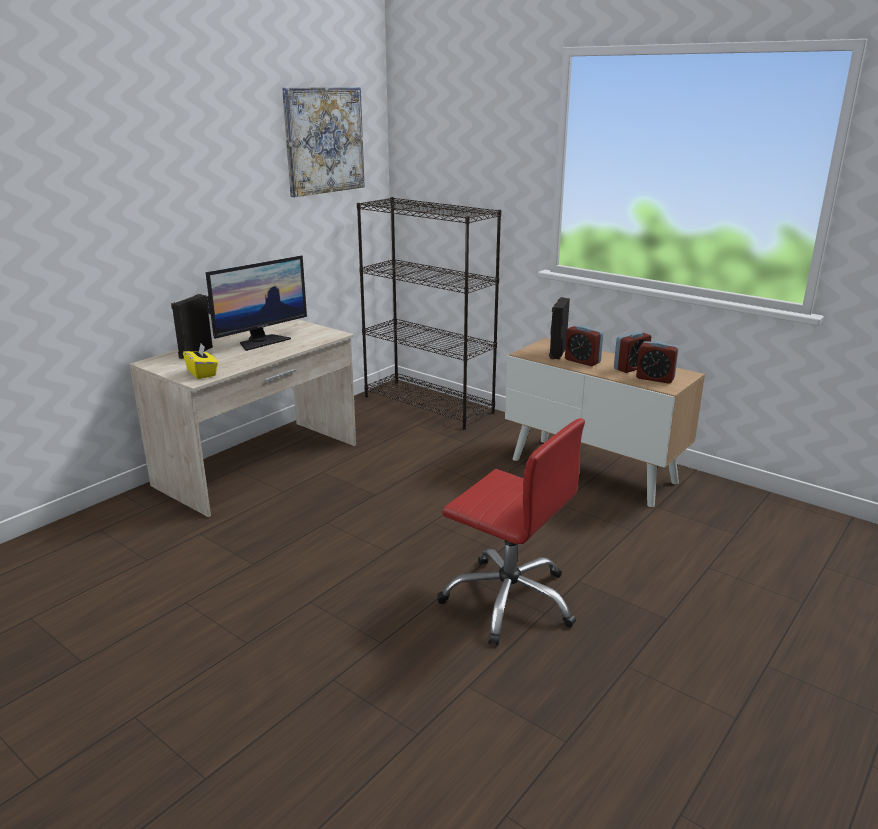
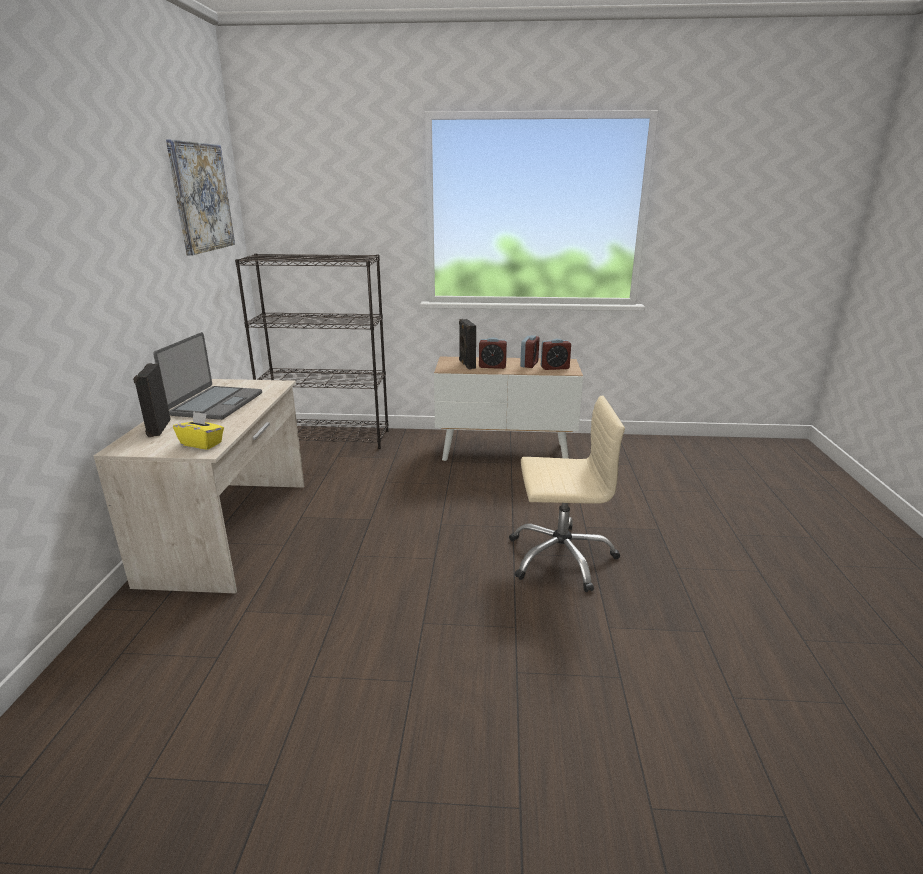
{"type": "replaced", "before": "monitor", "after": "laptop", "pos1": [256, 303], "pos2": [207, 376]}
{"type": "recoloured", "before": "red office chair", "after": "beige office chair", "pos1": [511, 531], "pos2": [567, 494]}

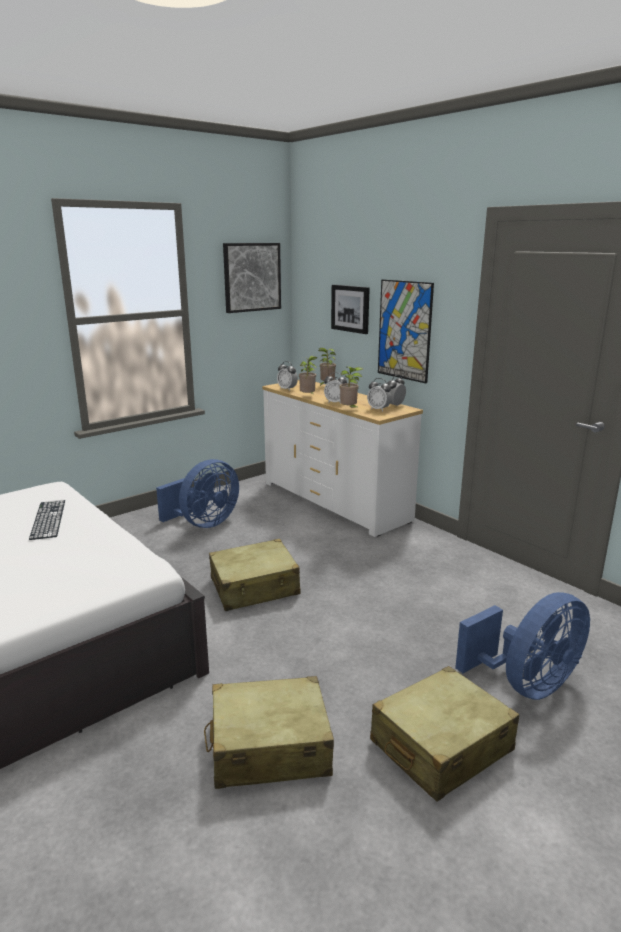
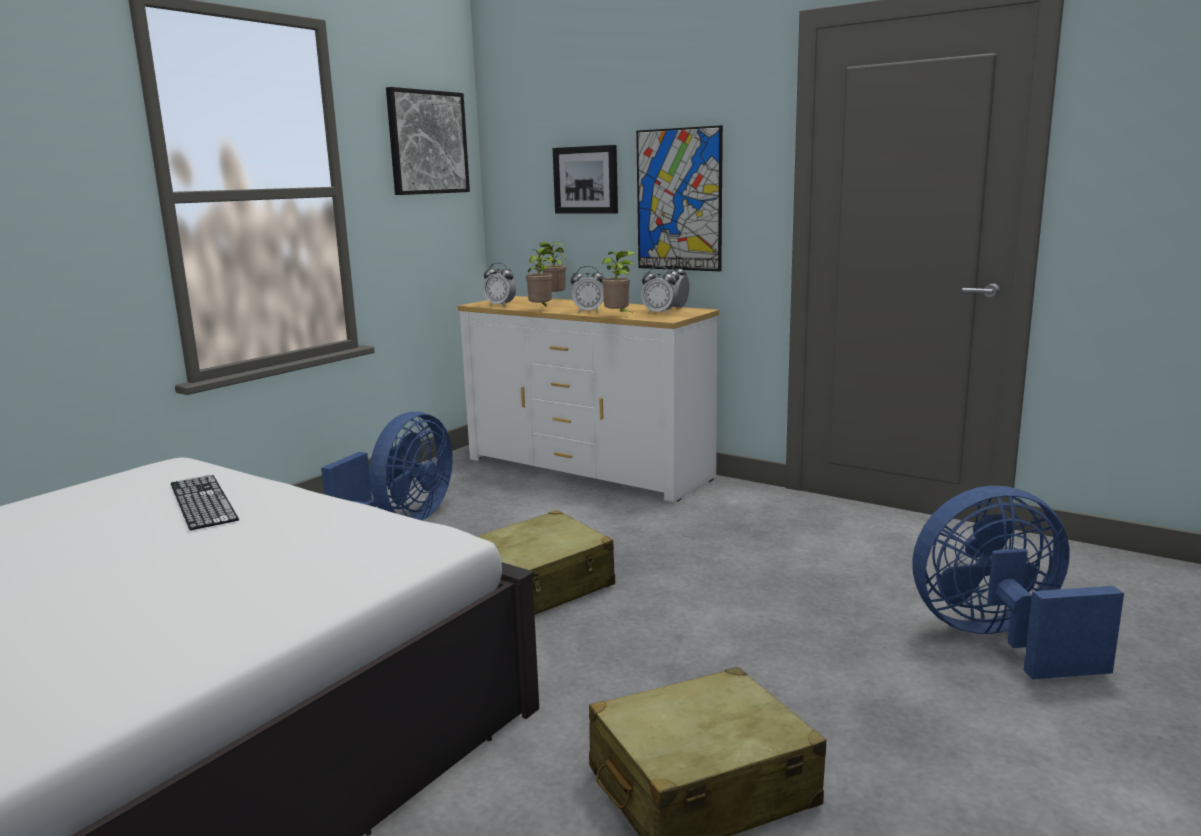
{"type": "removed", "before": "beige suitcase", "pos1": [444, 733]}
{"type": "turned", "before": "blue fan", "pos1": [522, 646], "pos2": [1018, 582], "turn": -135}

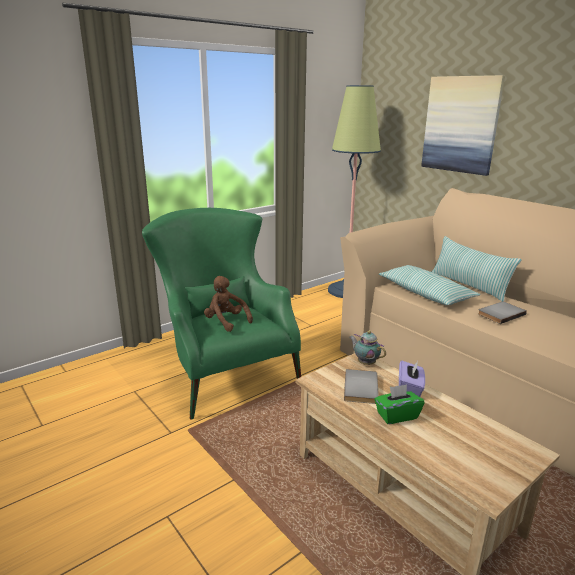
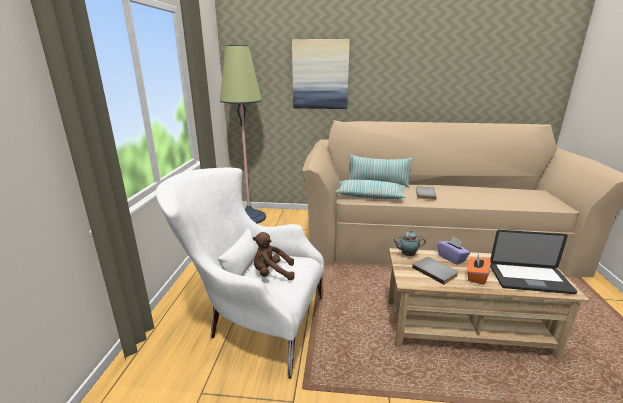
{"type": "recoloured", "before": "green armchair", "after": "white armchair", "pos1": [221, 314], "pos2": [240, 273]}
{"type": "recoloured", "before": "green tissue box", "after": "orange tissue box", "pos1": [399, 404], "pos2": [479, 269]}
{"type": "added", "after": "laptop", "pos2": [533, 262]}

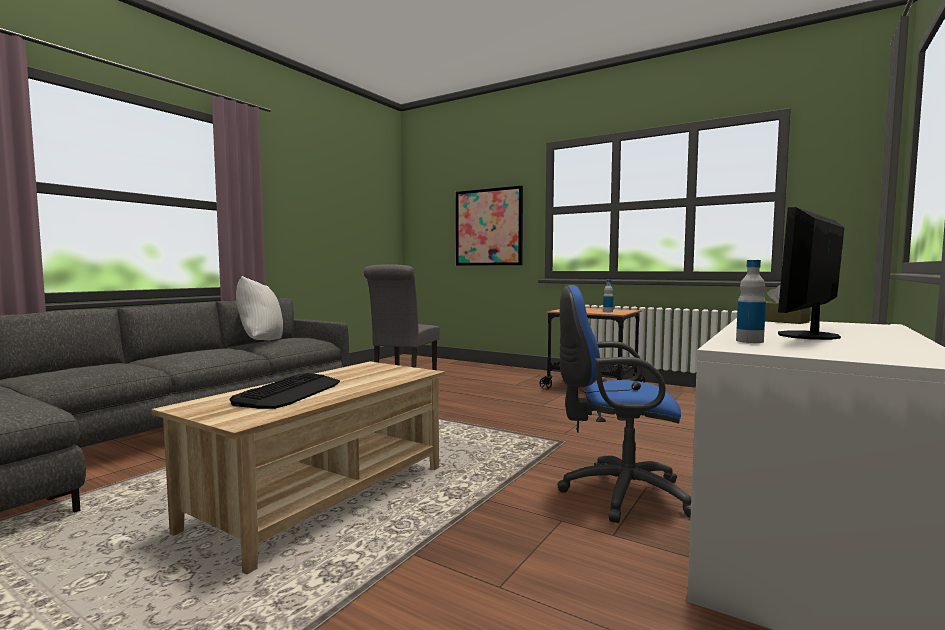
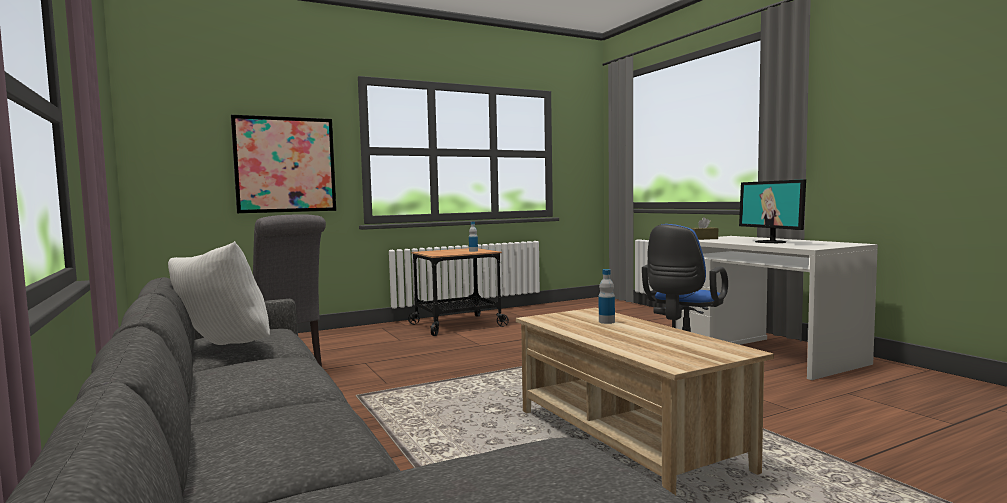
{"type": "removed", "before": "keyboard", "pos1": [285, 391]}
{"type": "moved", "before": "bottle", "pos1": [751, 301], "pos2": [607, 296]}

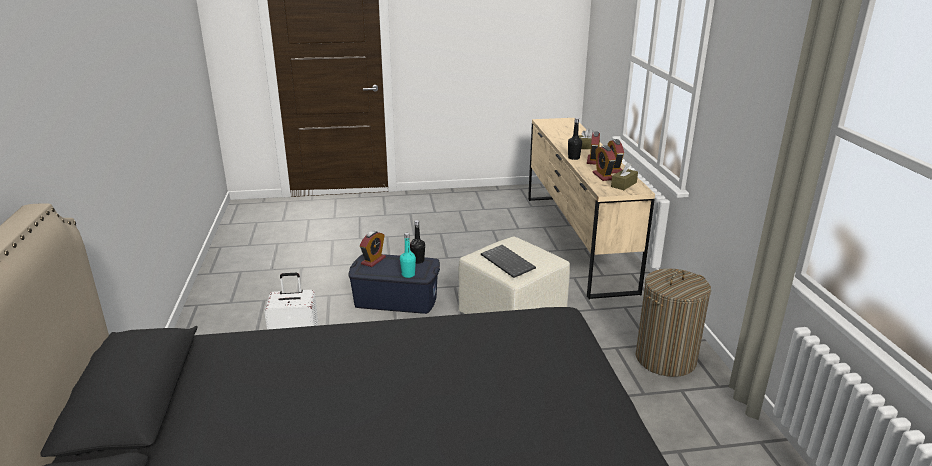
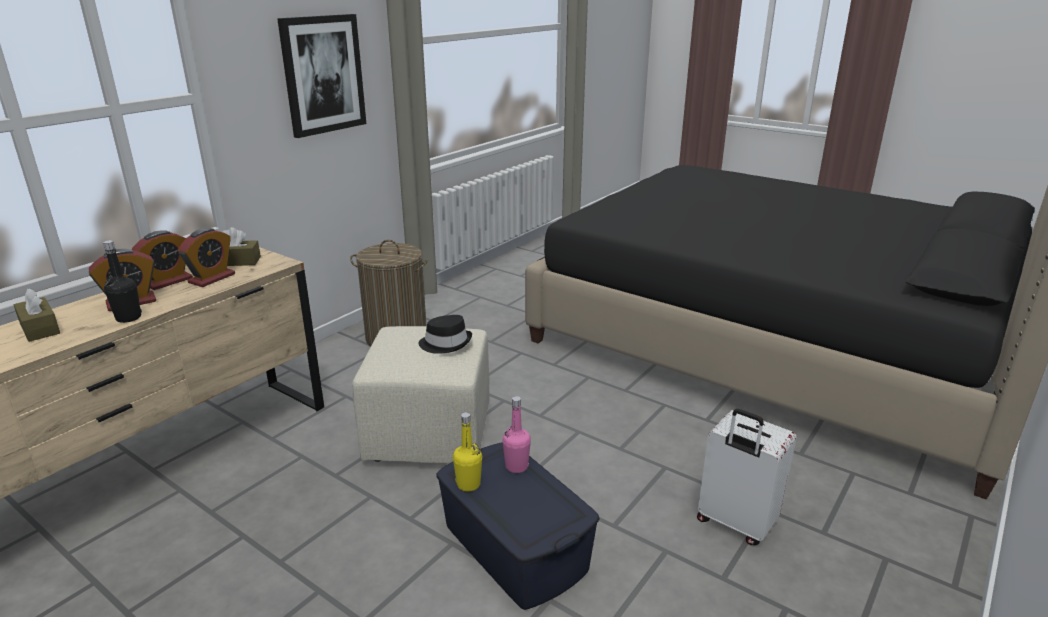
{"type": "removed", "before": "alarm clock", "pos1": [373, 249]}
{"type": "recoloured", "before": "turquoise bottle", "after": "pink bottle", "pos1": [408, 255], "pos2": [516, 434]}
{"type": "recoloured", "before": "black bottle", "after": "yellow bottle", "pos1": [417, 242], "pos2": [467, 451]}
{"type": "replaced", "before": "keyboard", "after": "black hat", "pos1": [508, 261], "pos2": [445, 334]}
{"type": "added", "after": "picture", "pos2": [321, 76]}

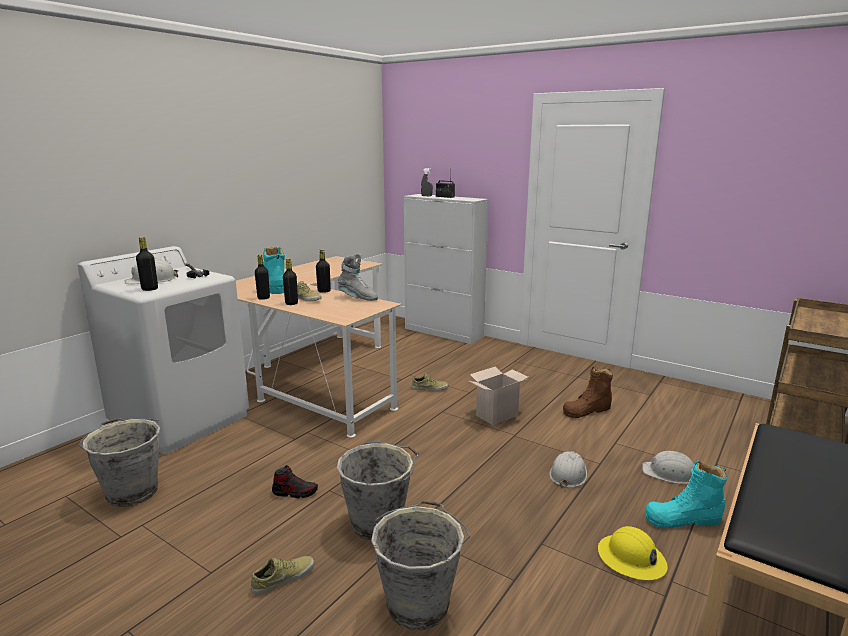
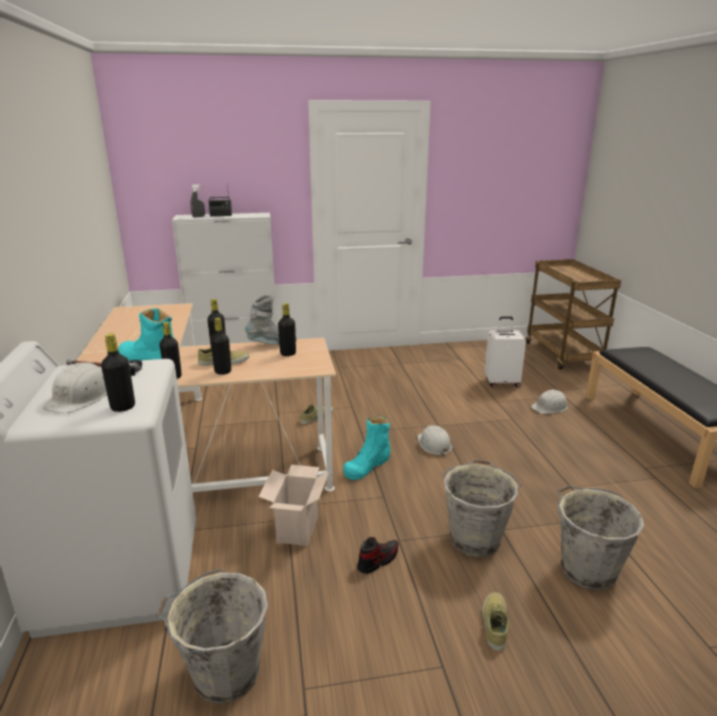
{"type": "moved", "before": "cardboard box", "pos1": [498, 395], "pos2": [293, 505]}
{"type": "moved", "before": "white hard hat", "pos1": [568, 469], "pos2": [435, 440]}
{"type": "removed", "before": "brown boot", "pos1": [588, 392]}
{"type": "removed", "before": "yellow hard hat", "pos1": [633, 553]}
{"type": "moved", "before": "turquoise boot", "pos1": [686, 494], "pos2": [366, 448]}
{"type": "added", "after": "black bottle", "pos2": [287, 329]}
{"type": "added", "after": "white suitcase", "pos2": [505, 352]}

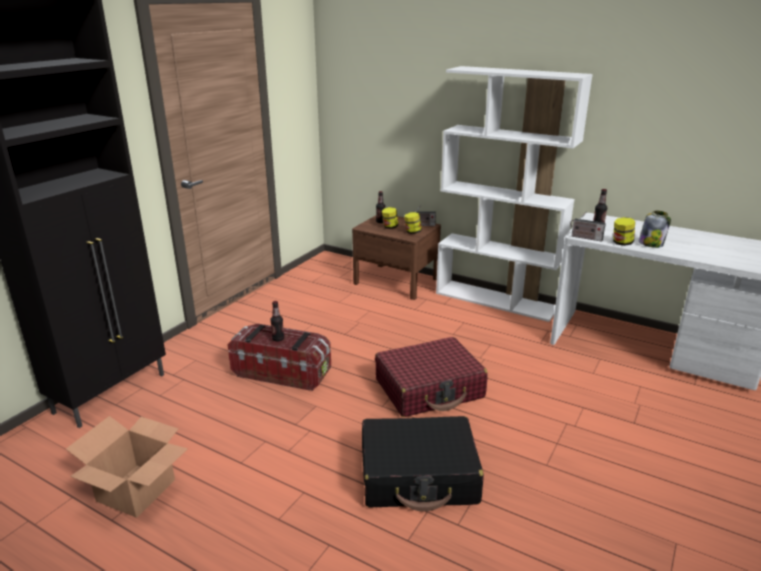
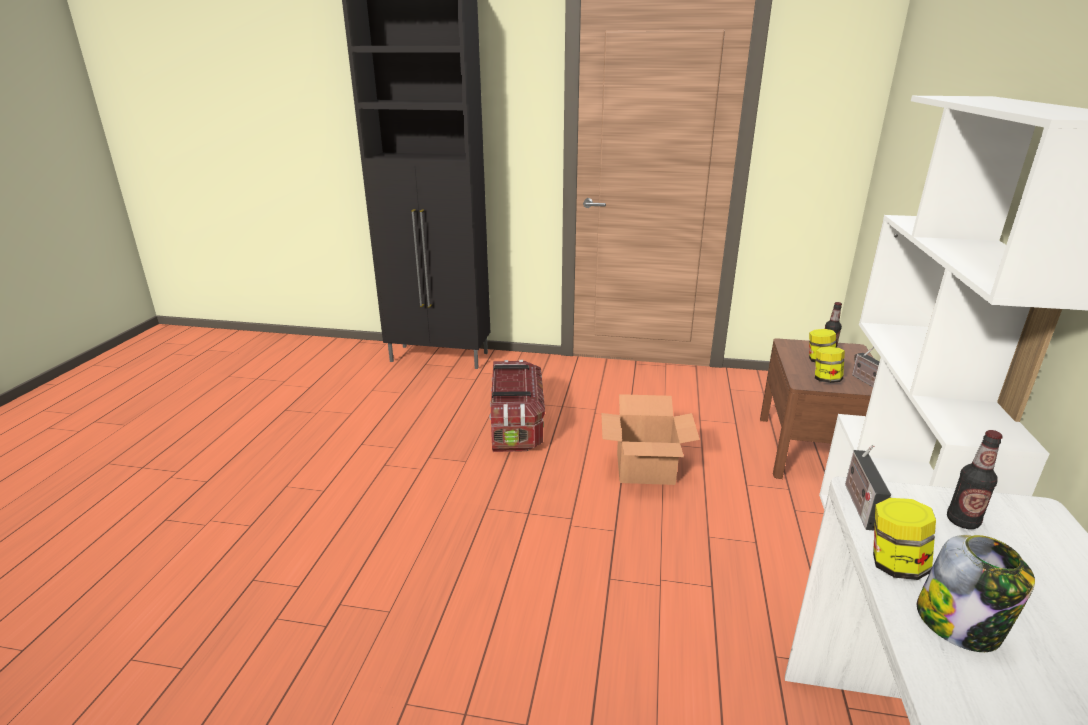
{"type": "moved", "before": "cardboard box", "pos1": [127, 467], "pos2": [650, 439]}
{"type": "removed", "before": "bottle", "pos1": [277, 321]}
{"type": "removed", "before": "black suitcase", "pos1": [423, 463]}
{"type": "removed", "before": "red suitcase", "pos1": [431, 377]}

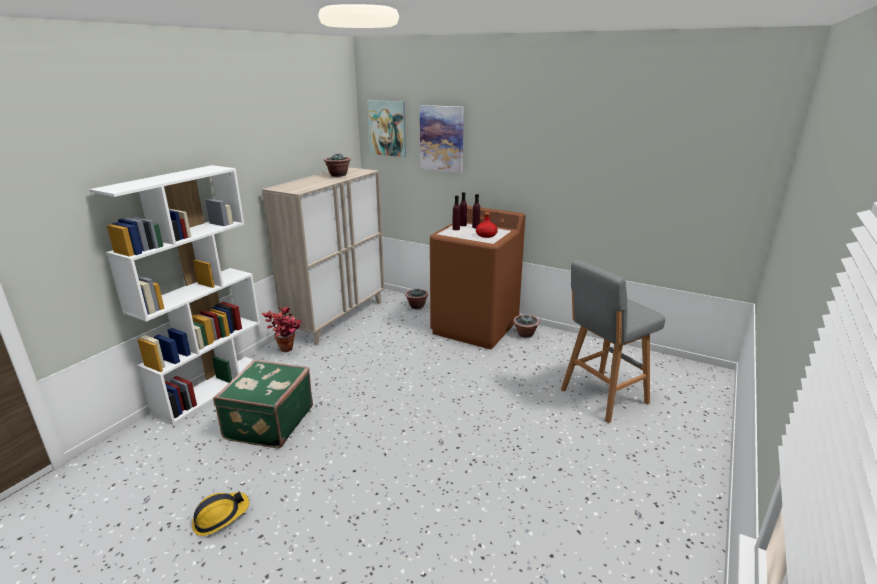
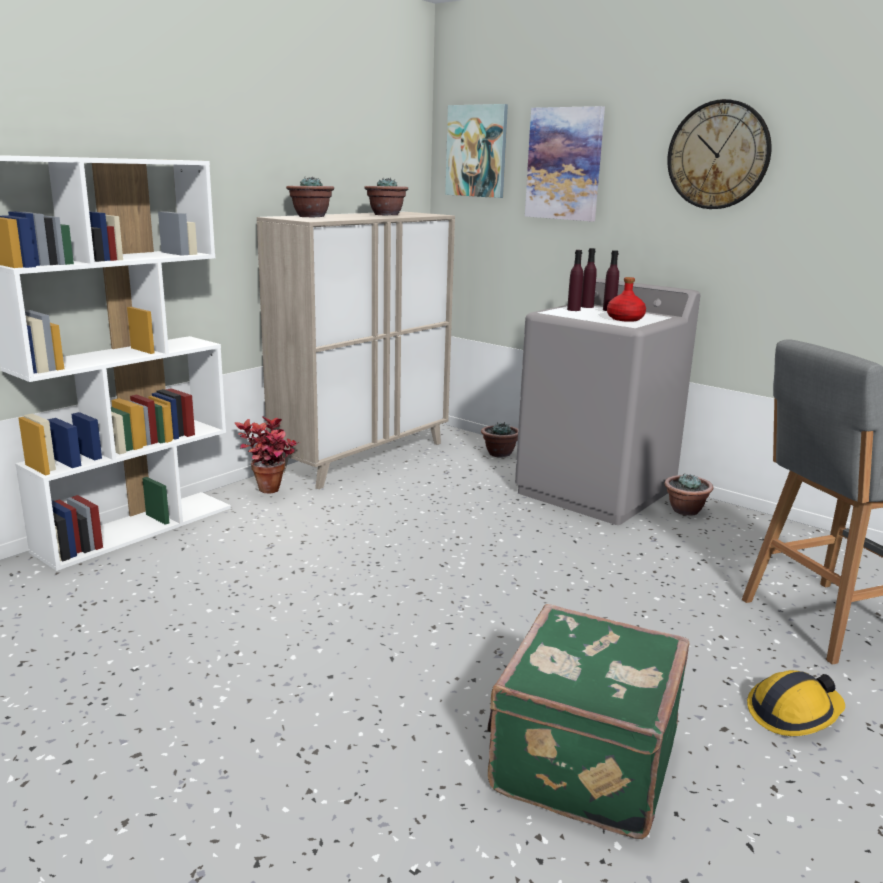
{"type": "moved", "before": "hard hat", "pos1": [220, 513], "pos2": [796, 703]}
{"type": "moved", "before": "green suitcase", "pos1": [263, 404], "pos2": [588, 721]}
{"type": "recoloured", "before": "brown washing machine", "after": "grey washing machine", "pos1": [477, 277], "pos2": [607, 401]}
{"type": "added", "after": "potted plant", "pos2": [310, 197]}
{"type": "added", "after": "wall clock", "pos2": [719, 154]}

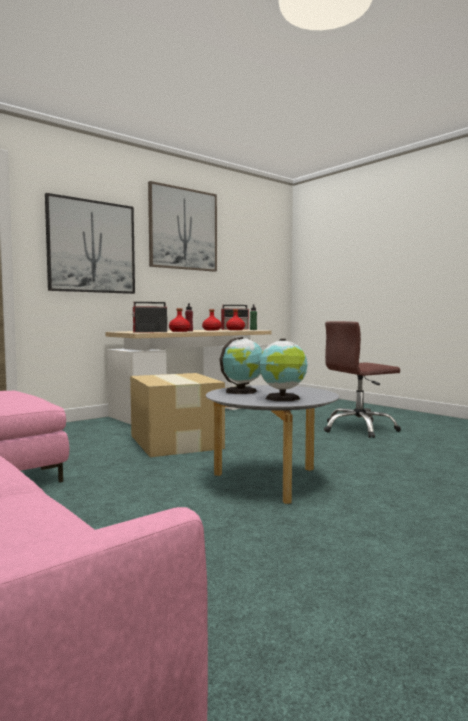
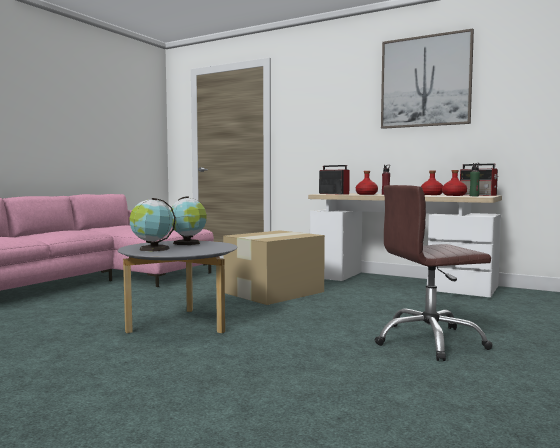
{"type": "removed", "before": "picture", "pos1": [90, 243]}
{"type": "turned", "before": "brown office chair", "pos1": [362, 379], "pos2": [434, 273], "turn": -60}

